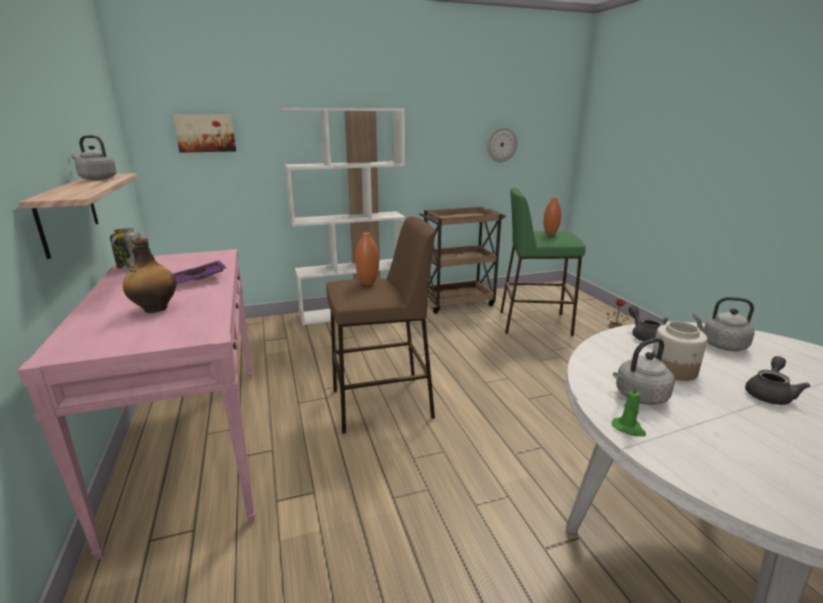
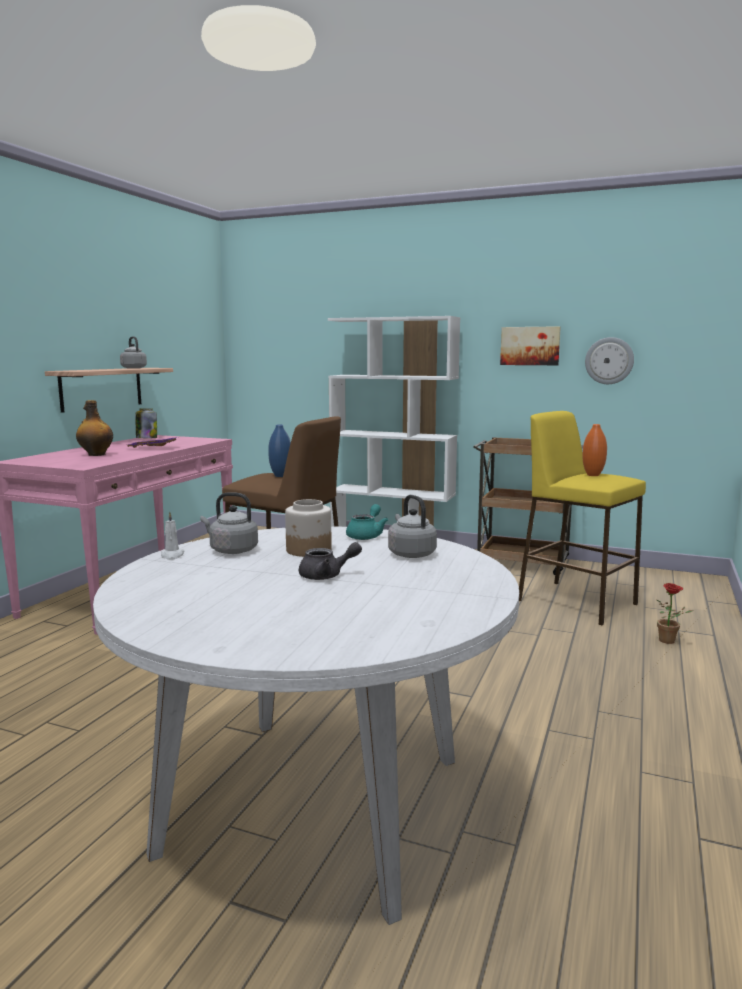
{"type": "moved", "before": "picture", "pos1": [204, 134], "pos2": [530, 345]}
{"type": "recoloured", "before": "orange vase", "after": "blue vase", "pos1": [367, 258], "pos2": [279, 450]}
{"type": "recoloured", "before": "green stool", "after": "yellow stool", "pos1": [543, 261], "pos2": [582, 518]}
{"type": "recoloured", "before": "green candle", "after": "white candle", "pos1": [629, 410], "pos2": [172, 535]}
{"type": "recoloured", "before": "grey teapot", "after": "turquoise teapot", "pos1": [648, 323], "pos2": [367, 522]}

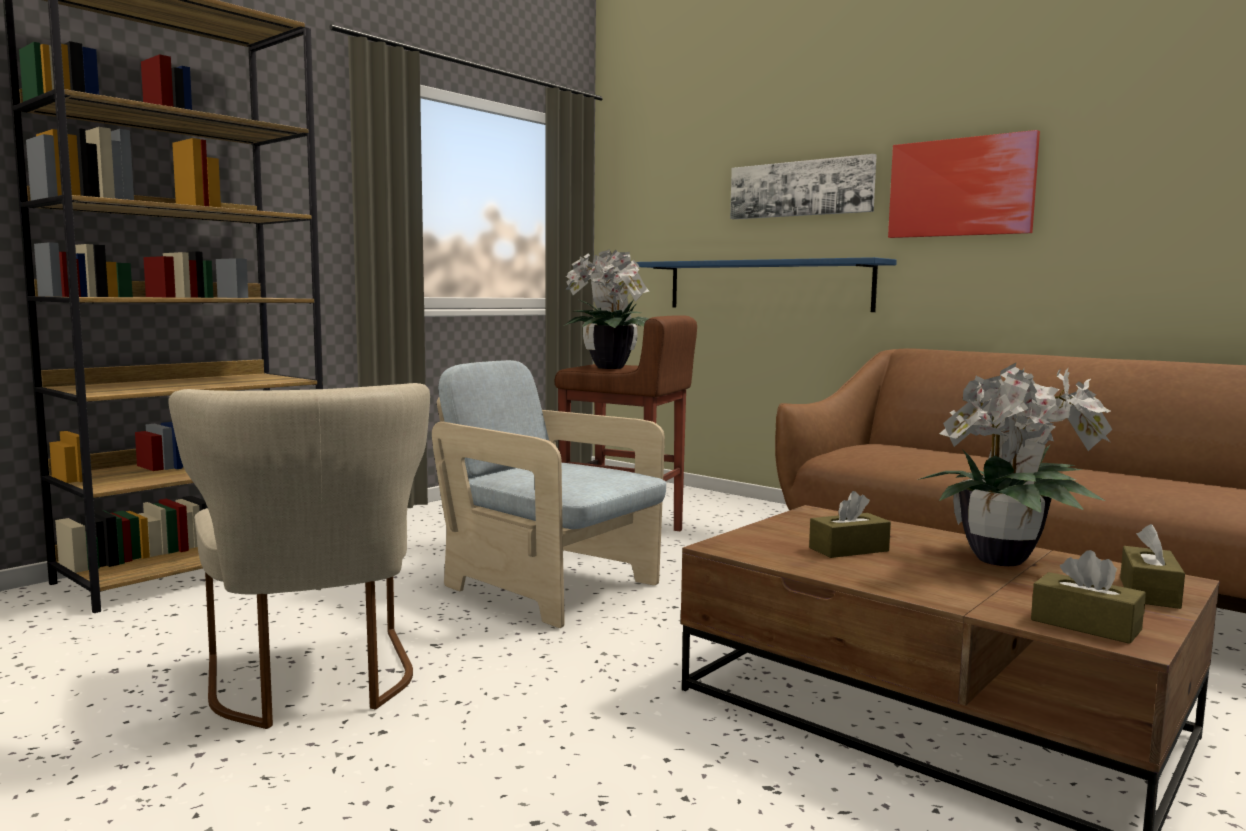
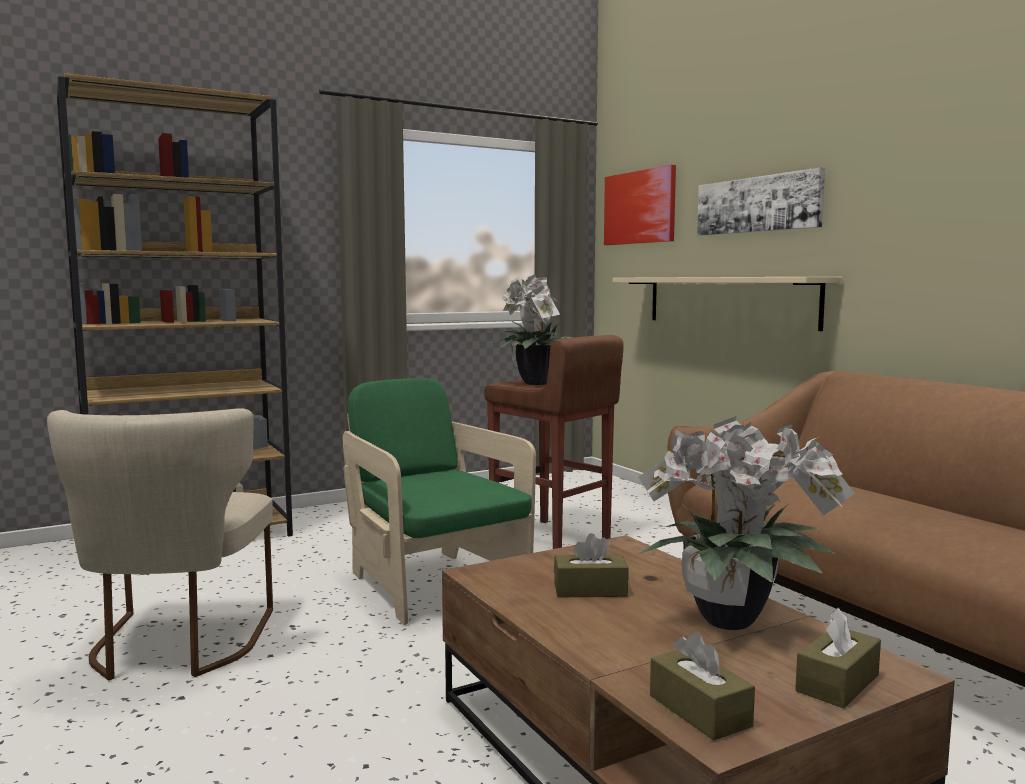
{"type": "recoloured", "before": "beige armchair", "after": "green armchair", "pos1": [549, 494], "pos2": [439, 501]}
{"type": "recoloured", "before": "blue shelf", "after": "beige shelf", "pos1": [767, 284], "pos2": [728, 304]}
{"type": "moved", "before": "picture", "pos1": [964, 184], "pos2": [640, 205]}

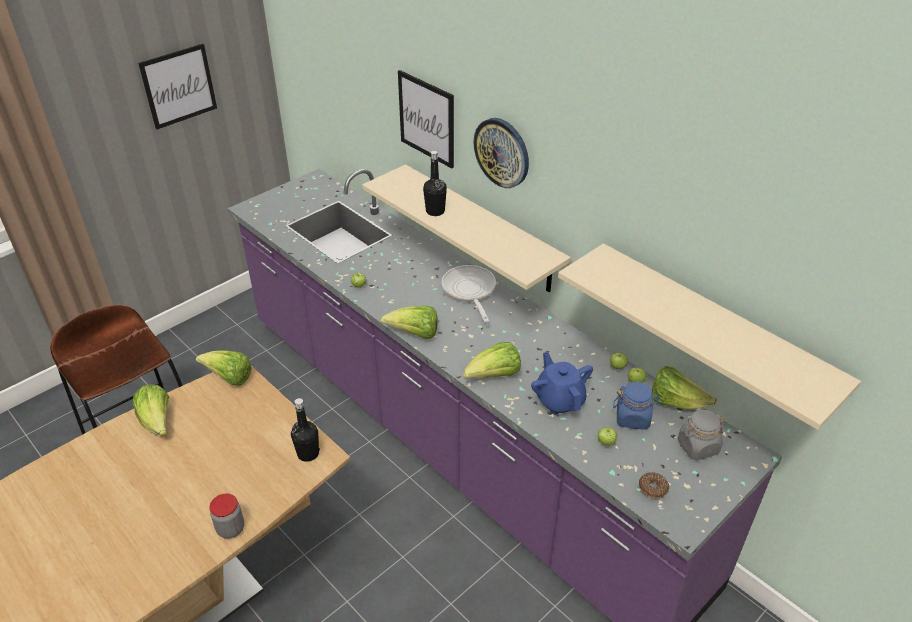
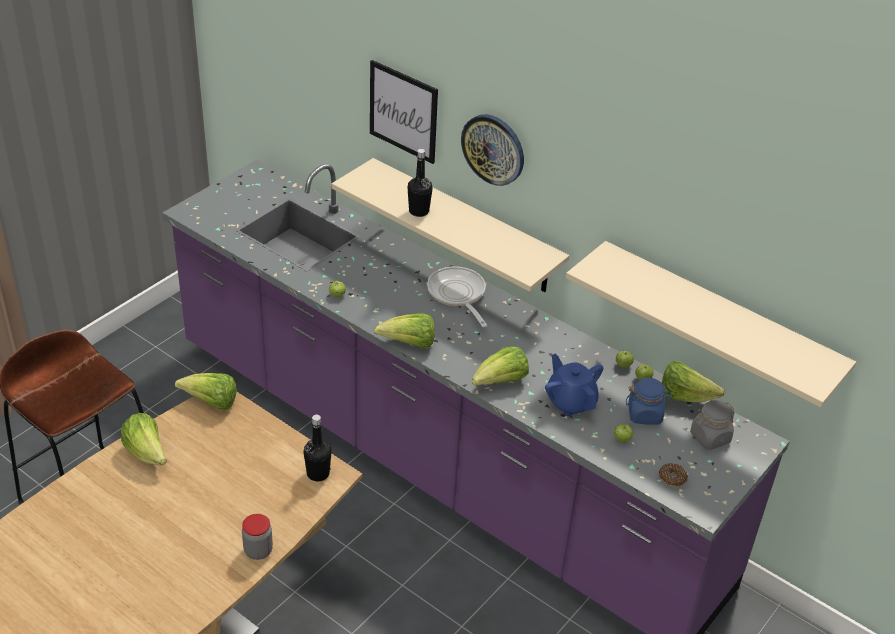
{"type": "removed", "before": "picture", "pos1": [177, 86]}

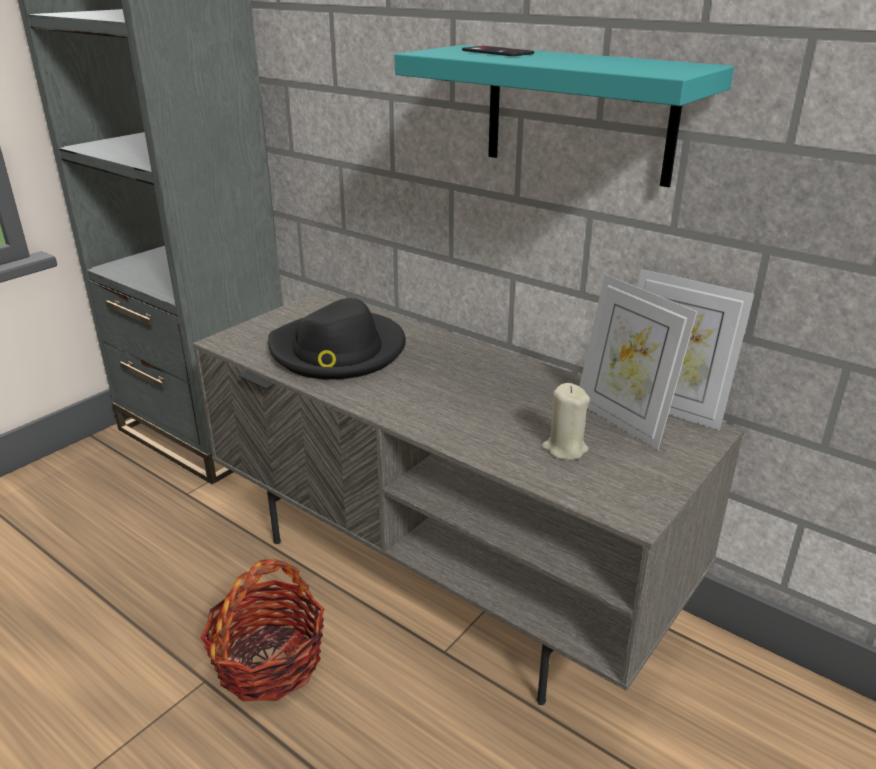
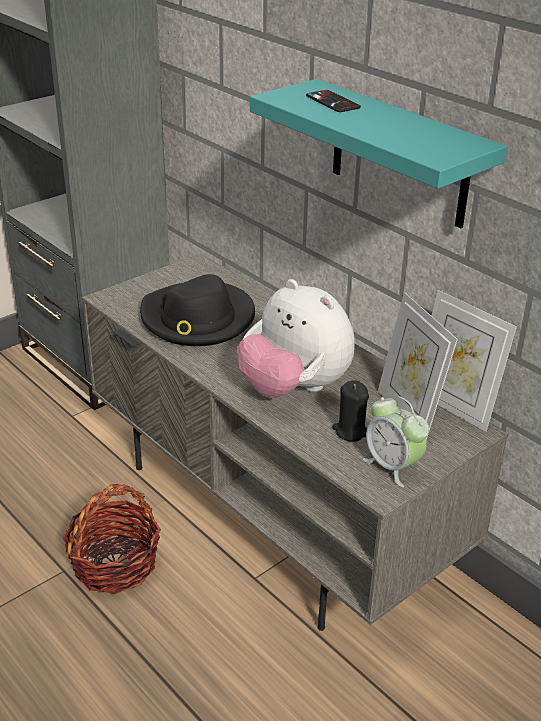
{"type": "recoloured", "before": "beige candle", "after": "black candle", "pos1": [565, 421], "pos2": [350, 411]}
{"type": "added", "after": "plush toy", "pos2": [296, 338]}
{"type": "added", "after": "alarm clock", "pos2": [396, 441]}

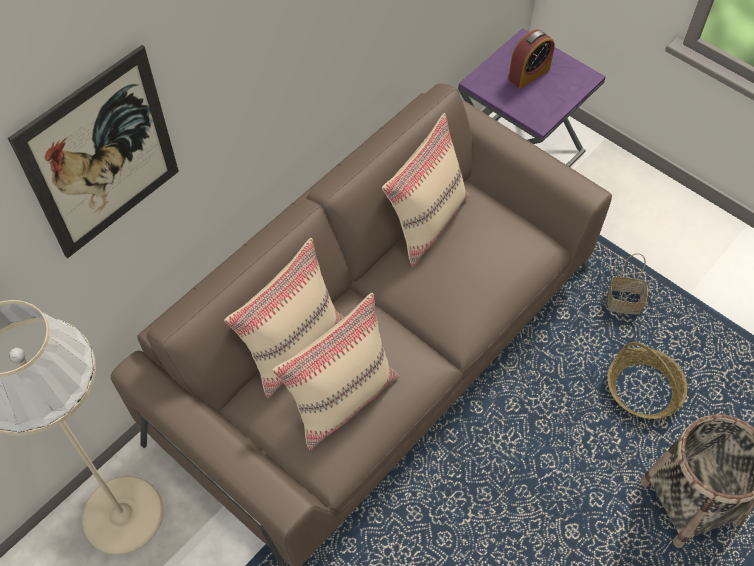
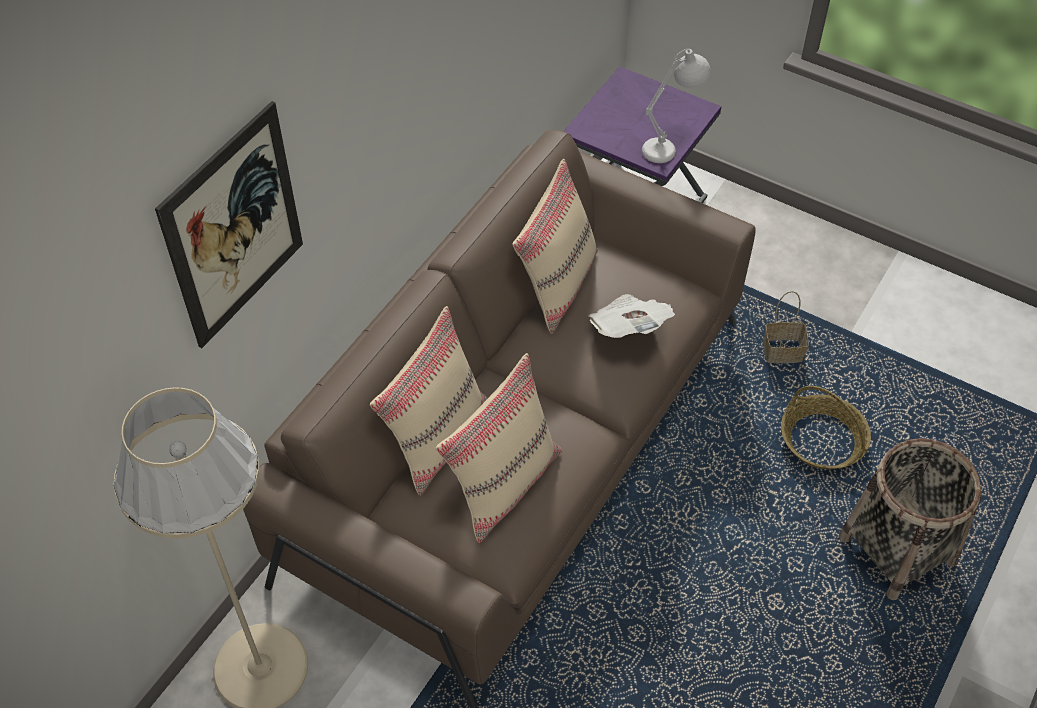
{"type": "removed", "before": "alarm clock", "pos1": [531, 59]}
{"type": "added", "after": "newspaper", "pos2": [631, 316]}
{"type": "added", "after": "white table lamp", "pos2": [676, 105]}

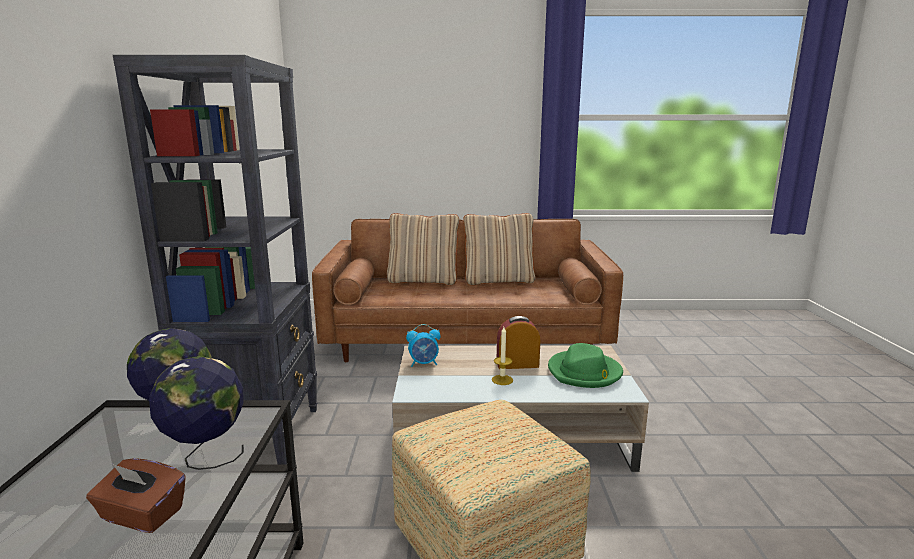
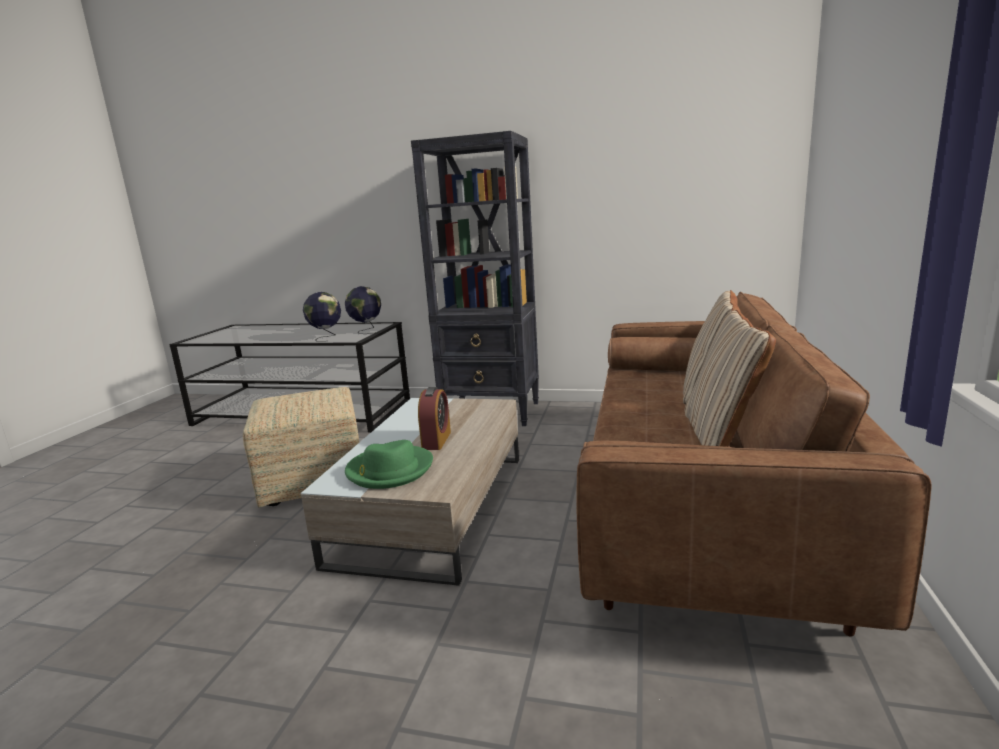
{"type": "removed", "before": "brown tissue box", "pos1": [136, 495]}
{"type": "removed", "before": "alarm clock", "pos1": [423, 345]}
{"type": "removed", "before": "candle", "pos1": [502, 356]}

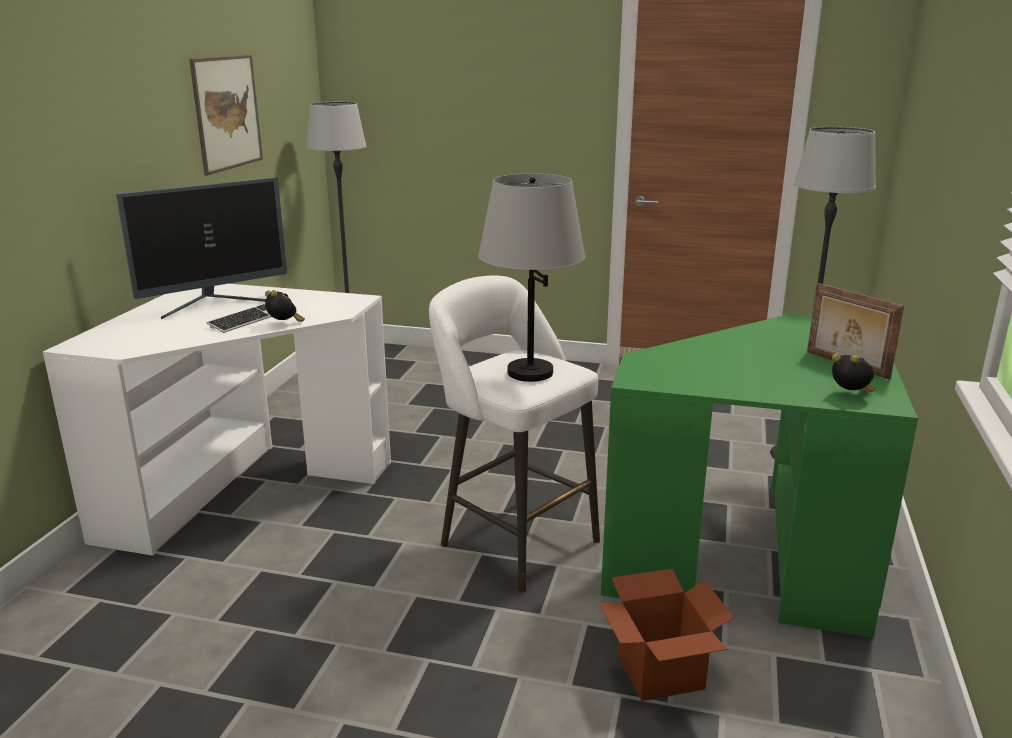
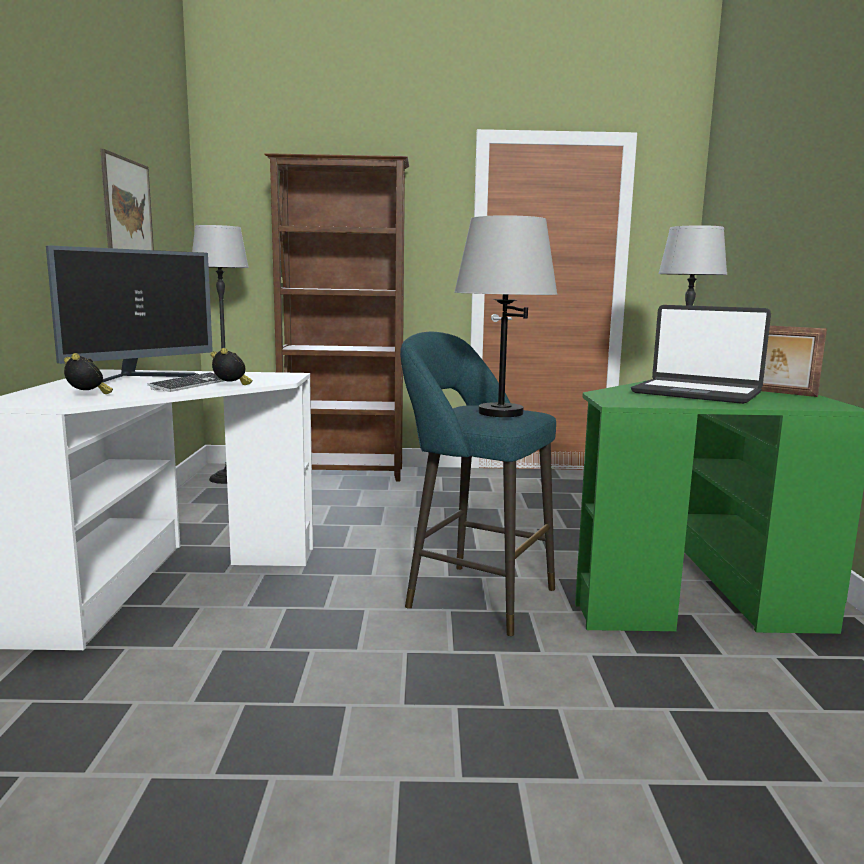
{"type": "recoloured", "before": "white stool", "after": "turquoise stool", "pos1": [514, 433], "pos2": [478, 484]}
{"type": "removed", "before": "cardboard box", "pos1": [666, 635]}
{"type": "moved", "before": "alarm clock", "pos1": [853, 373], "pos2": [88, 373]}
{"type": "added", "after": "brown bookcase", "pos2": [336, 317]}
{"type": "added", "after": "laptop", "pos2": [701, 354]}

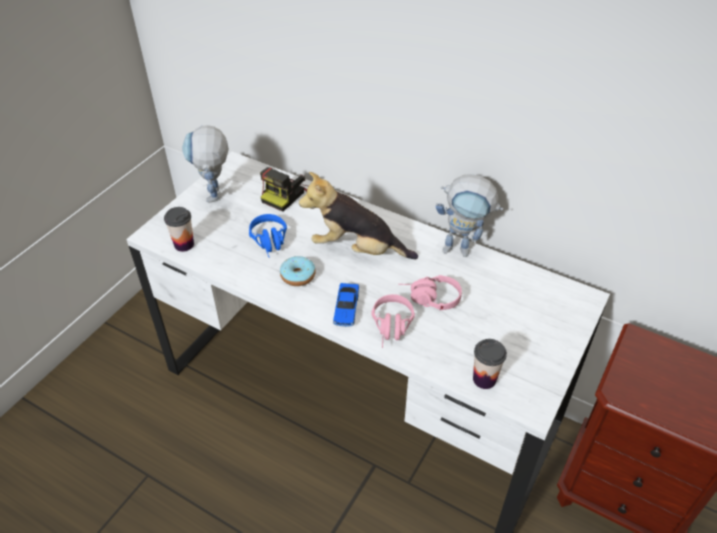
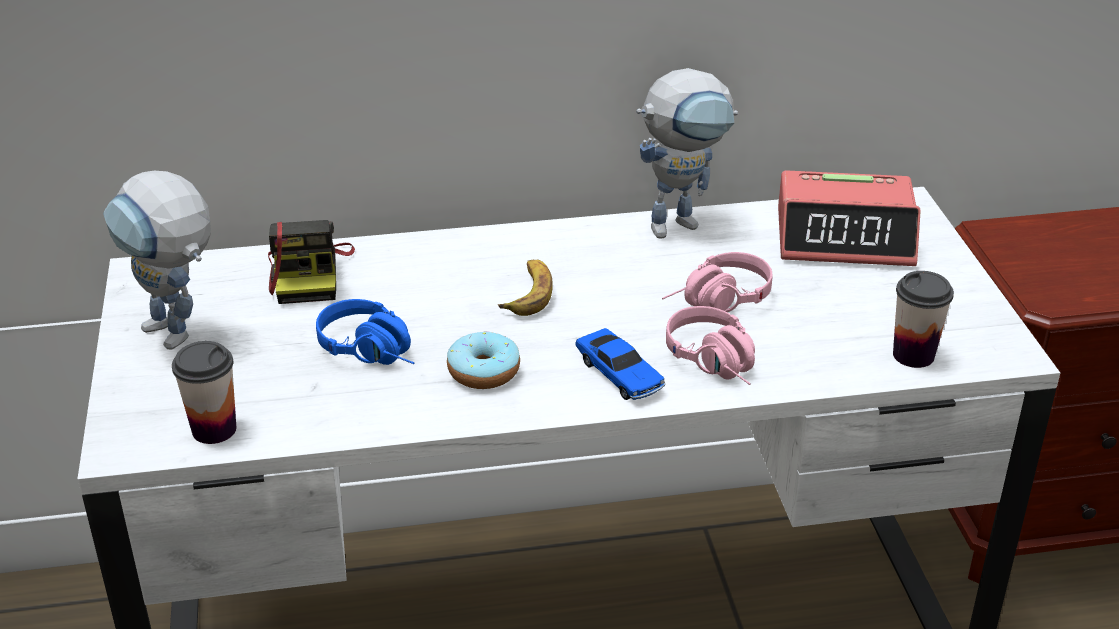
{"type": "replaced", "before": "plush toy", "after": "banana", "pos1": [358, 215], "pos2": [525, 288]}
{"type": "added", "after": "alarm clock", "pos2": [849, 218]}

